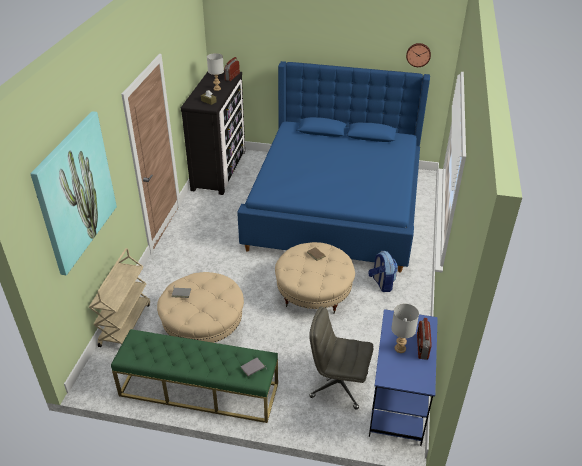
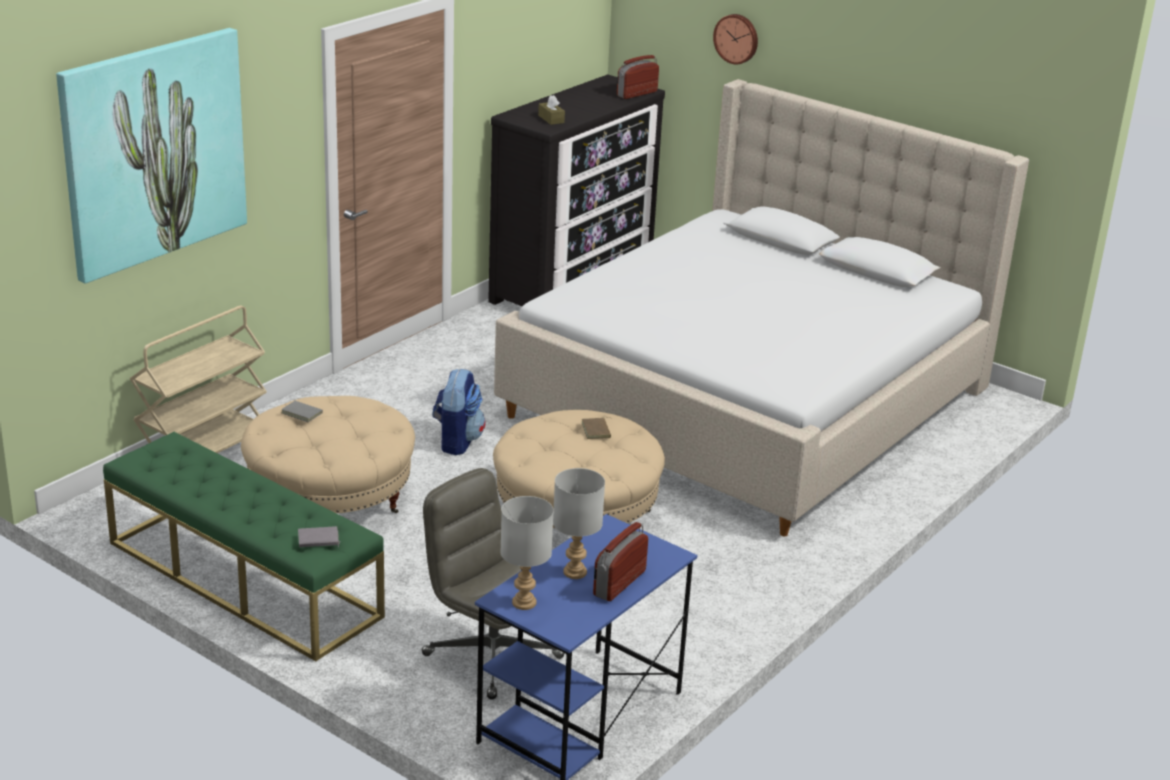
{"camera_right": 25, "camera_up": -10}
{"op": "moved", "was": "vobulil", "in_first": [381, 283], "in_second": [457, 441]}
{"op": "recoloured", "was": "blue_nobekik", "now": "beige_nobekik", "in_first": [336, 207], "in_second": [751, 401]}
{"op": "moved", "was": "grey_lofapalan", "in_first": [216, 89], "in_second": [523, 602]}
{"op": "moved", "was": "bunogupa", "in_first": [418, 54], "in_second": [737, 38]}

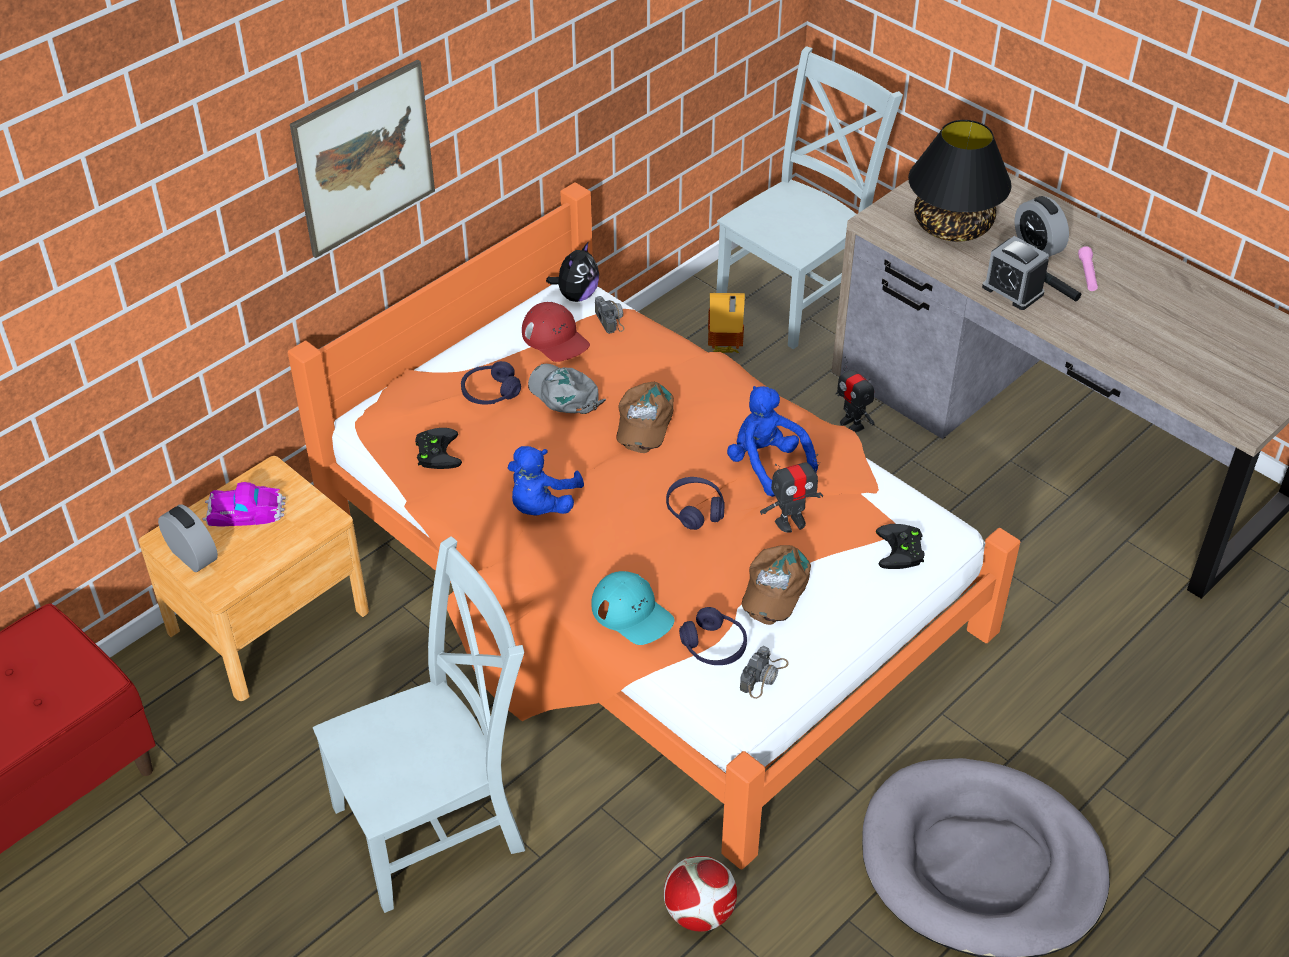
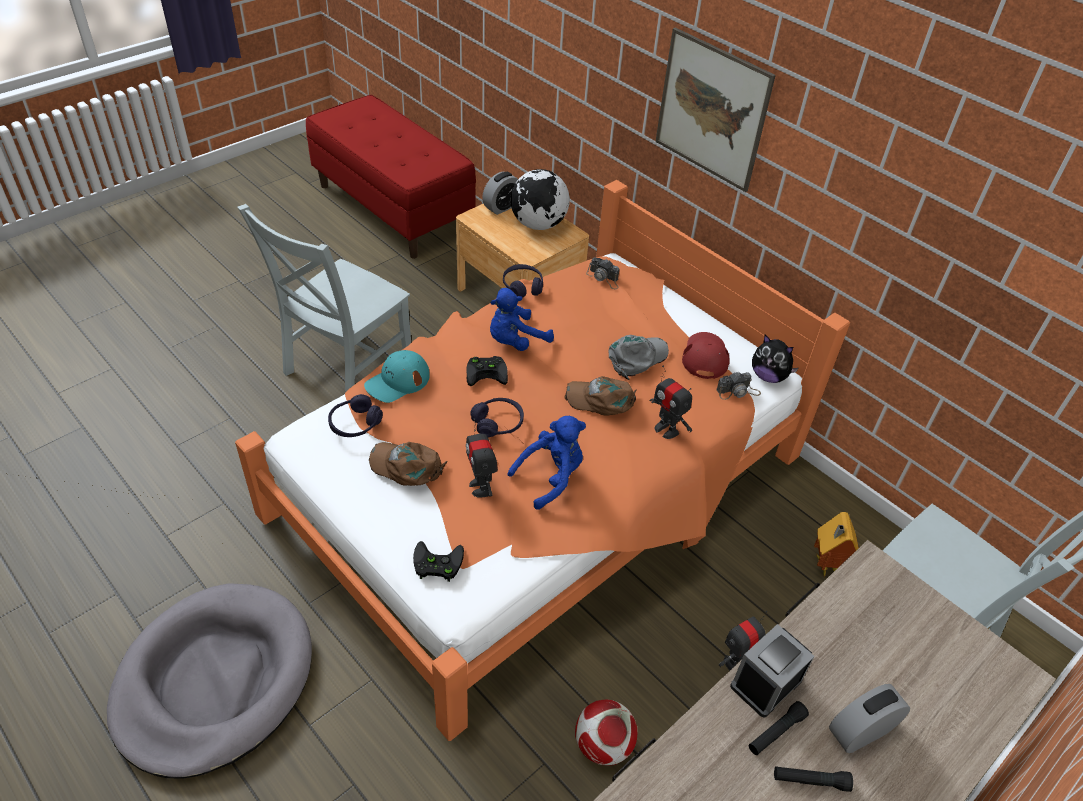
{"camera_right": 90, "camera_up": 0}
{"op": "turned", "was": "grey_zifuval", "in_first": [436, 825], "in_second": [344, 369], "clockwise": 60}
{"op": "moved", "was": "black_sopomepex", "in_first": [436, 451], "in_second": [487, 372]}
{"op": "turned", "was": "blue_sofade", "in_first": [541, 505], "in_second": [515, 341], "clockwise": -60}
{"op": "moved", "was": "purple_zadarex", "in_first": [490, 392], "in_second": [522, 287]}
{"op": "replaced", "was": "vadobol", "now": "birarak", "in_first": [244, 511], "in_second": [538, 225]}
{"op": "moved", "was": "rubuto", "in_first": [699, 912], "in_second": [602, 745]}
{"op": "moved", "was": "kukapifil", "in_first": [764, 676], "in_second": [603, 278]}
{"op": "added", "now": "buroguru", "in_second": [666, 429]}
{"op": "turned", "was": "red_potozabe", "in_first": [555, 338], "in_second": [705, 356], "clockwise": 135}
{"op": "recoloured", "was": "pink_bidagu", "now": "black_bidagu", "in_first": [1087, 274], "in_second": [810, 781]}
{"op": "removed", "was": "black_lofapalan", "in_first": [953, 226]}

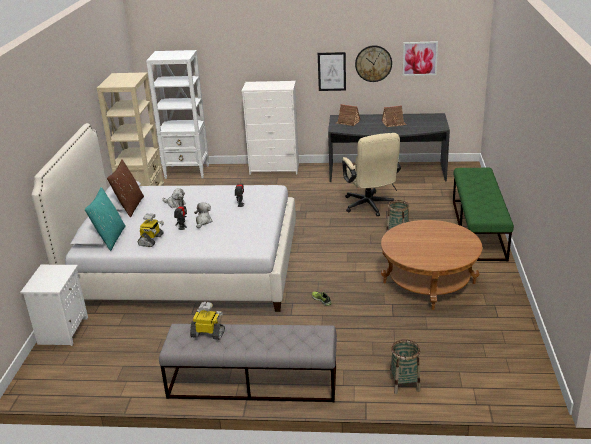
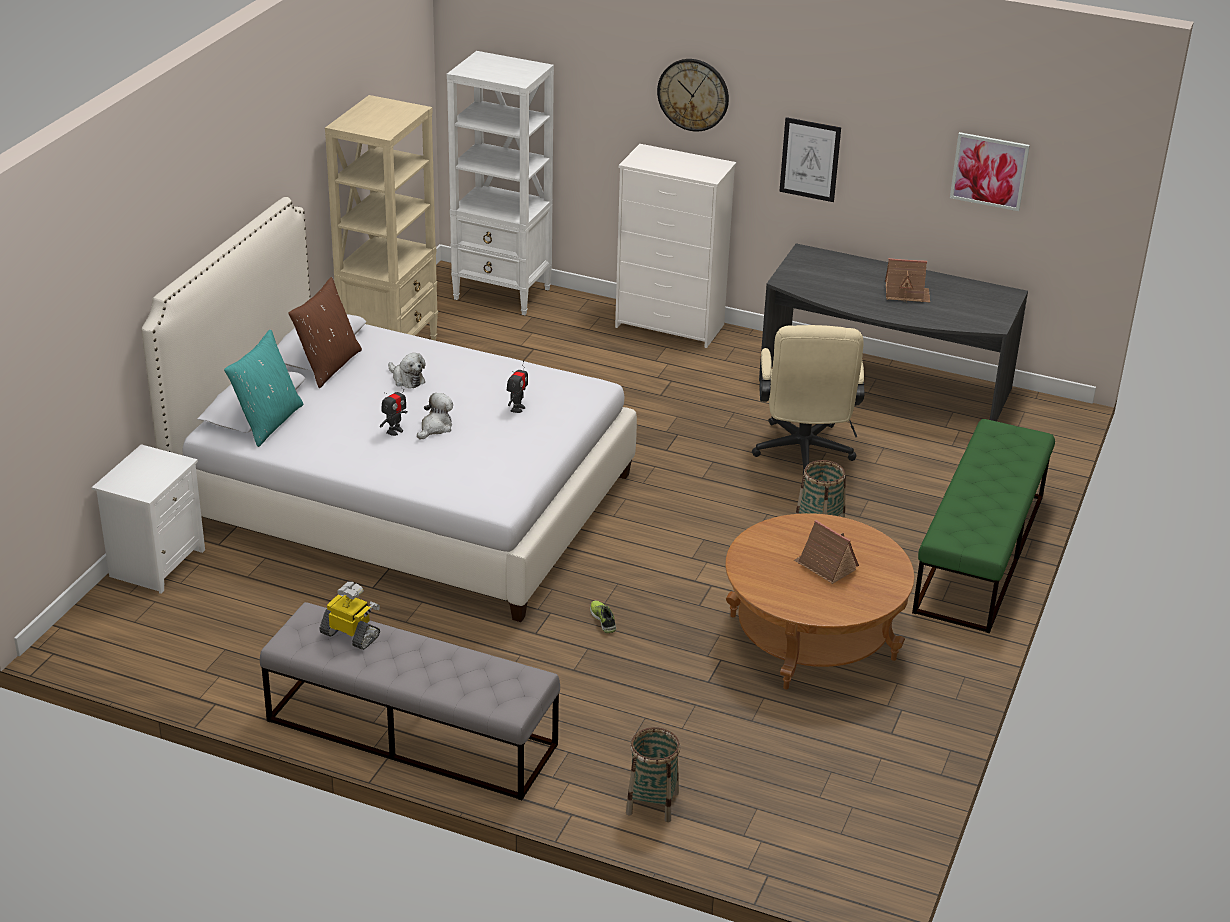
{"camera_right": 15, "camera_up": 5}
{"op": "moved", "was": "bunogupa", "in_first": [373, 63], "in_second": [693, 94]}
{"op": "moved", "was": "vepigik", "in_first": [347, 122], "in_second": [825, 566]}
{"op": "removed", "was": "buroguru", "in_first": [151, 240]}

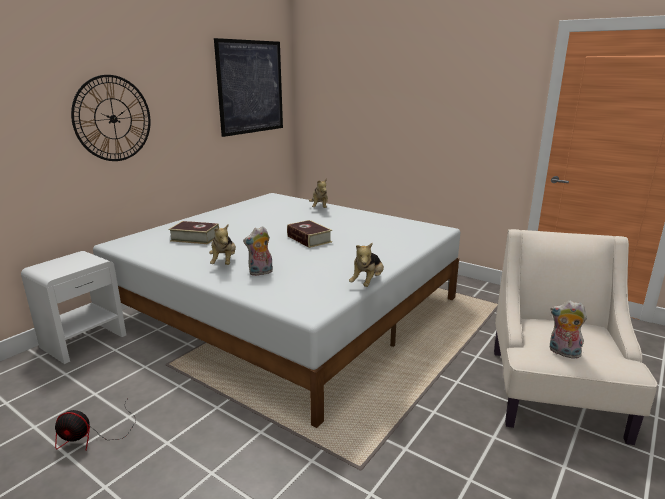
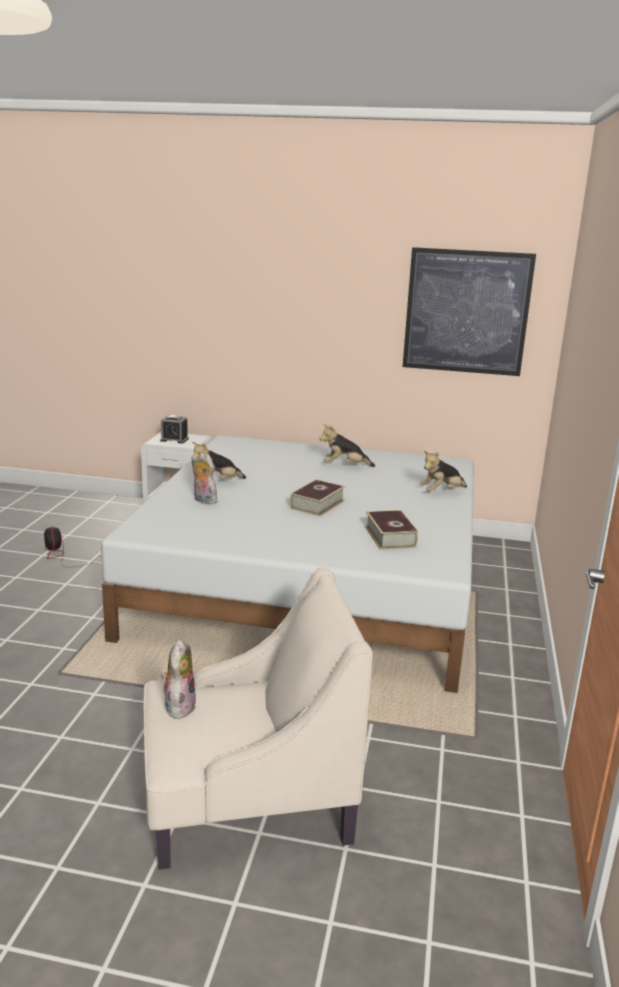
{"camera_right": 65, "camera_up": 0}
{"op": "added", "now": "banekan", "in_second": [174, 439]}
{"op": "moved", "was": "sofade", "in_first": [367, 282], "in_second": [344, 466]}
{"op": "moved", "was": "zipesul", "in_first": [195, 238], "in_second": [390, 537]}
{"op": "removed", "was": "bunogupa", "in_first": [113, 118]}

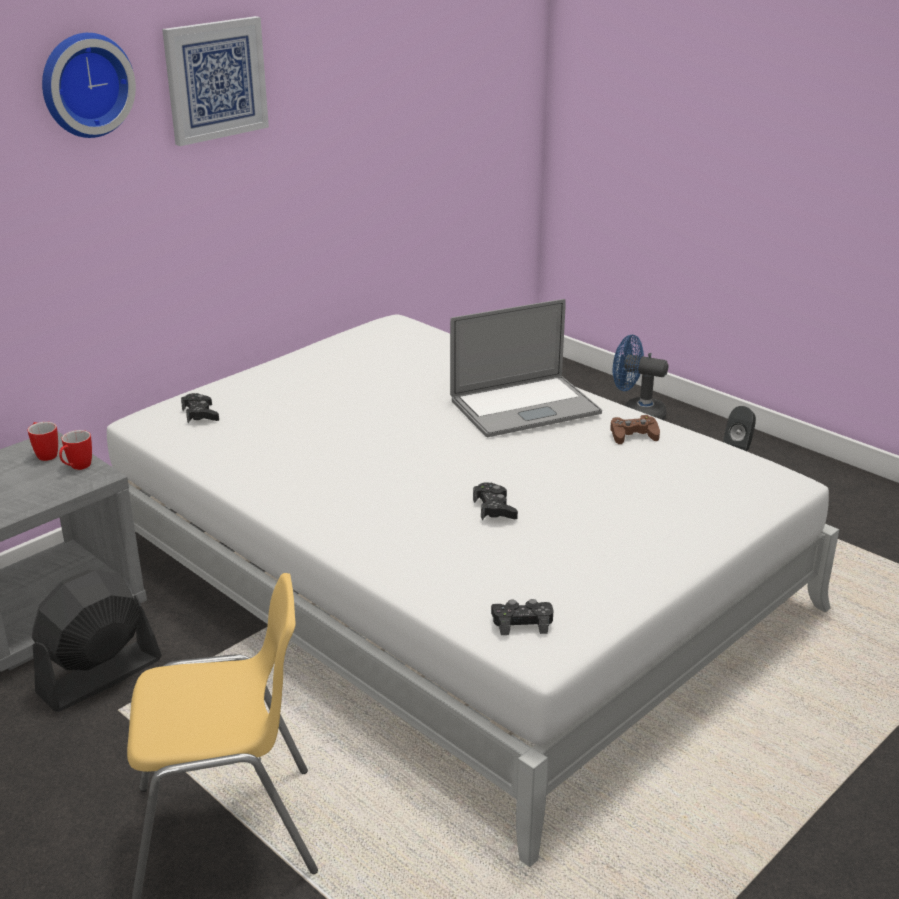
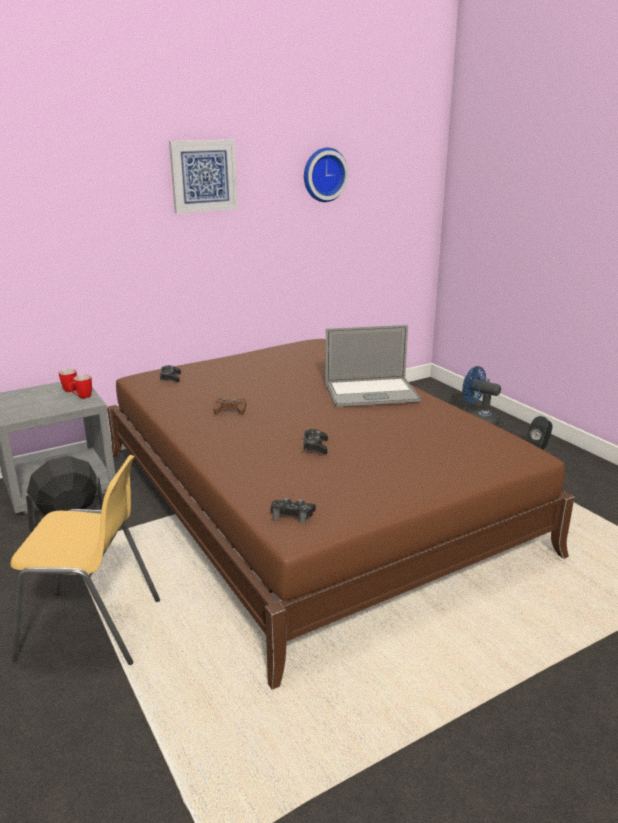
{"camera_right": 15, "camera_up": -5}
{"op": "recoloured", "was": "white_nobekik", "now": "brown_nobekik", "in_first": [450, 577], "in_second": [309, 499]}
{"op": "moved", "was": "brown_sopomepex", "in_first": [633, 435], "in_second": [230, 410]}
{"op": "moved", "was": "bunogupa", "in_first": [85, 84], "in_second": [323, 174]}

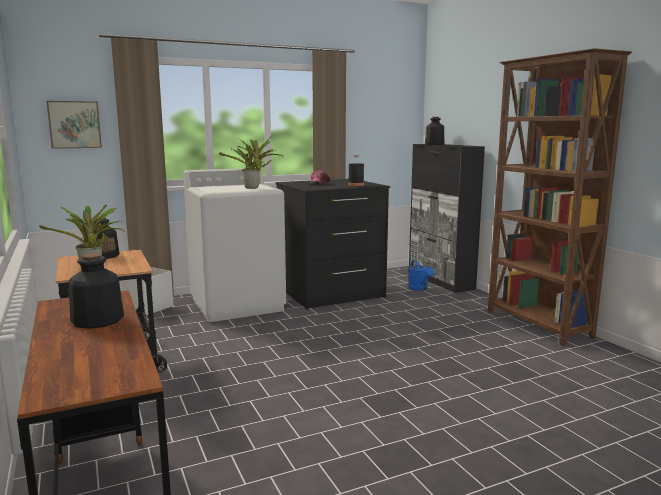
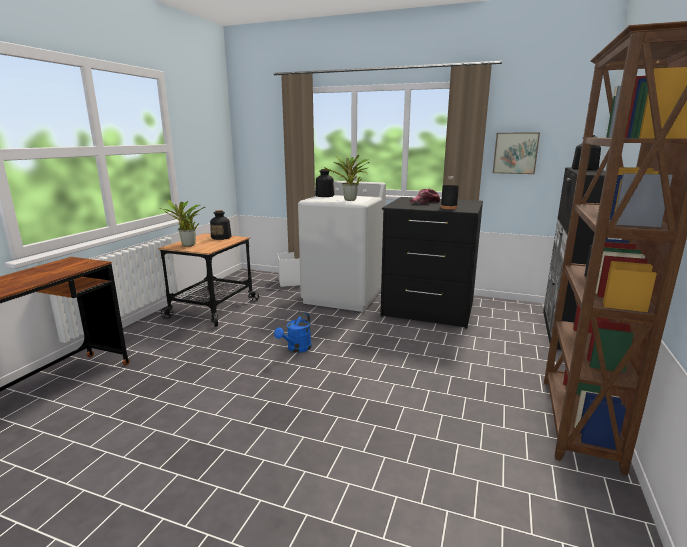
{"camera_right": 45, "camera_up": 5}
{"op": "moved", "was": "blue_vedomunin", "in_first": [419, 289], "in_second": [296, 349]}
{"op": "moved", "was": "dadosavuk", "in_first": [97, 320], "in_second": [324, 196]}
{"op": "moved", "was": "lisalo", "in_first": [74, 124], "in_second": [515, 153]}

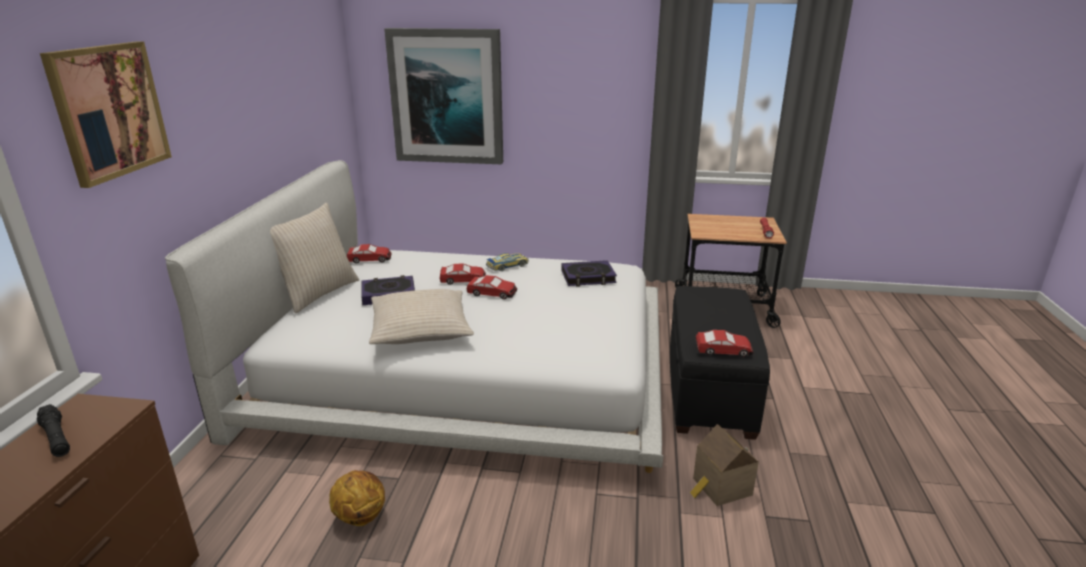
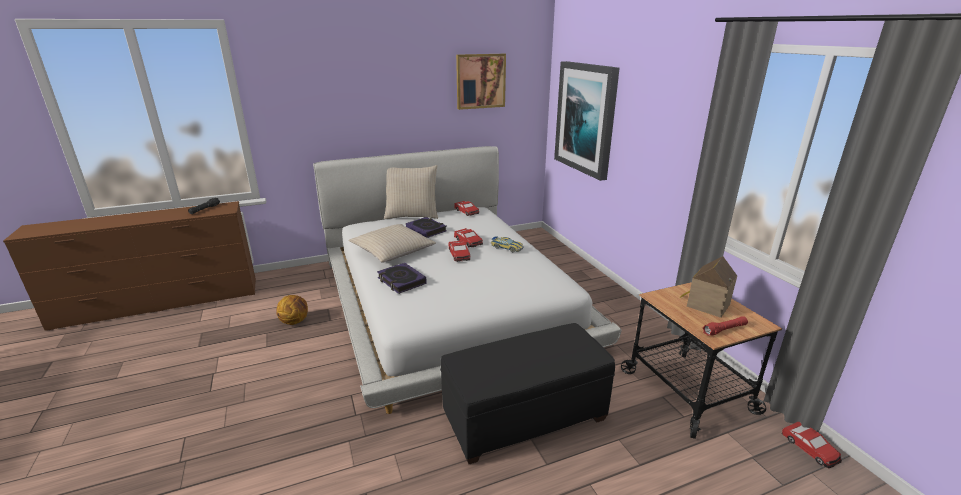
{"camera_right": 60, "camera_up": 0}
{"op": "moved", "was": "zipesul", "in_first": [588, 277], "in_second": [401, 281]}
{"op": "moved", "was": "lisalo", "in_first": [109, 111], "in_second": [480, 81]}
{"op": "moved", "was": "vepigik", "in_first": [720, 488], "in_second": [705, 304]}
{"op": "moved", "was": "vadobol", "in_first": [723, 350], "in_second": [810, 449]}

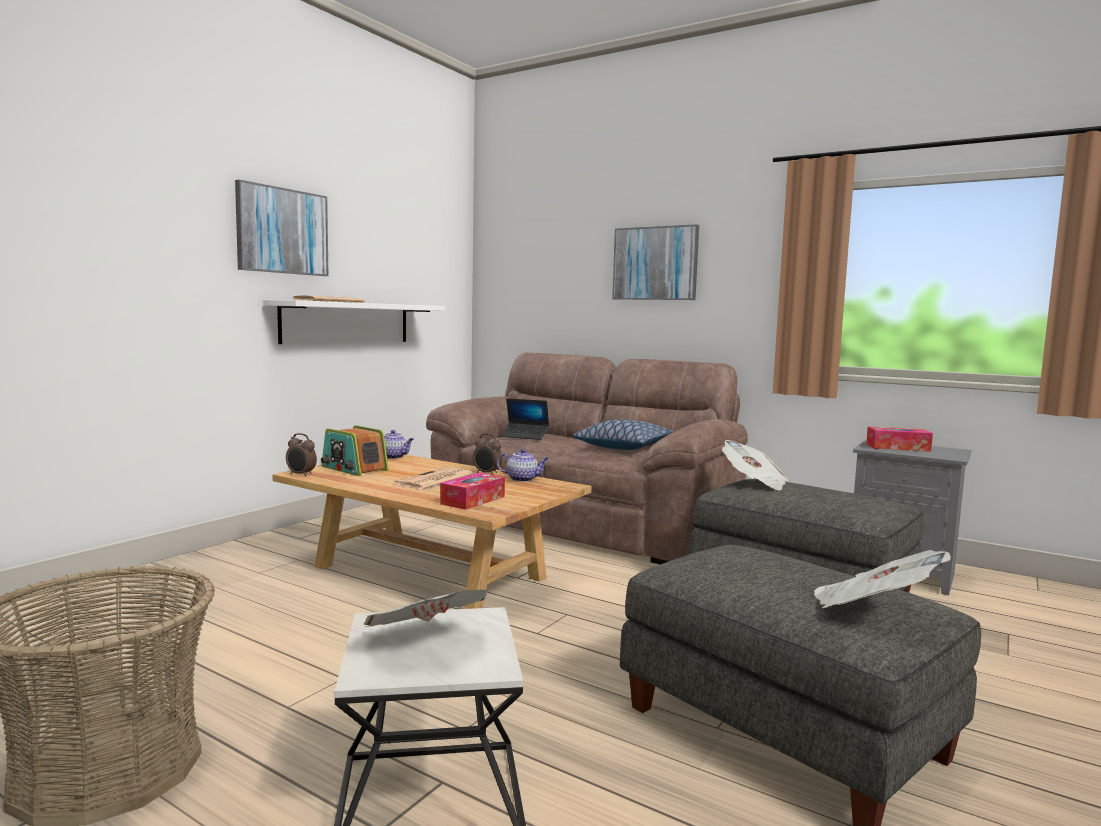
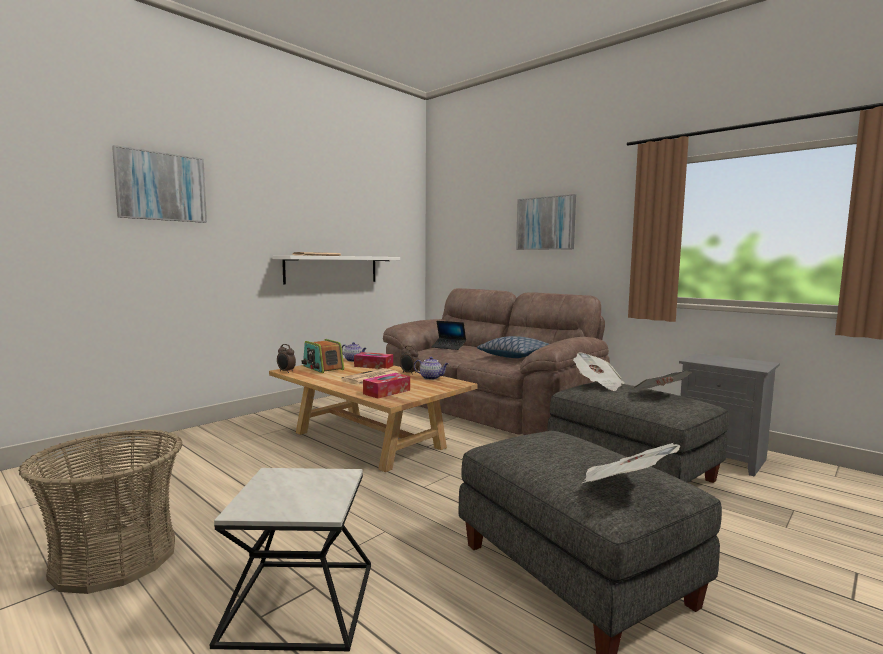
{"camera_right": 10, "camera_up": 0}
{"op": "moved", "was": "lisalo", "in_first": [282, 231], "in_second": [161, 186]}
{"op": "moved", "was": "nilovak", "in_first": [897, 447], "in_second": [373, 366]}
{"op": "moved", "was": "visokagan", "in_first": [425, 642], "in_second": [659, 395]}

